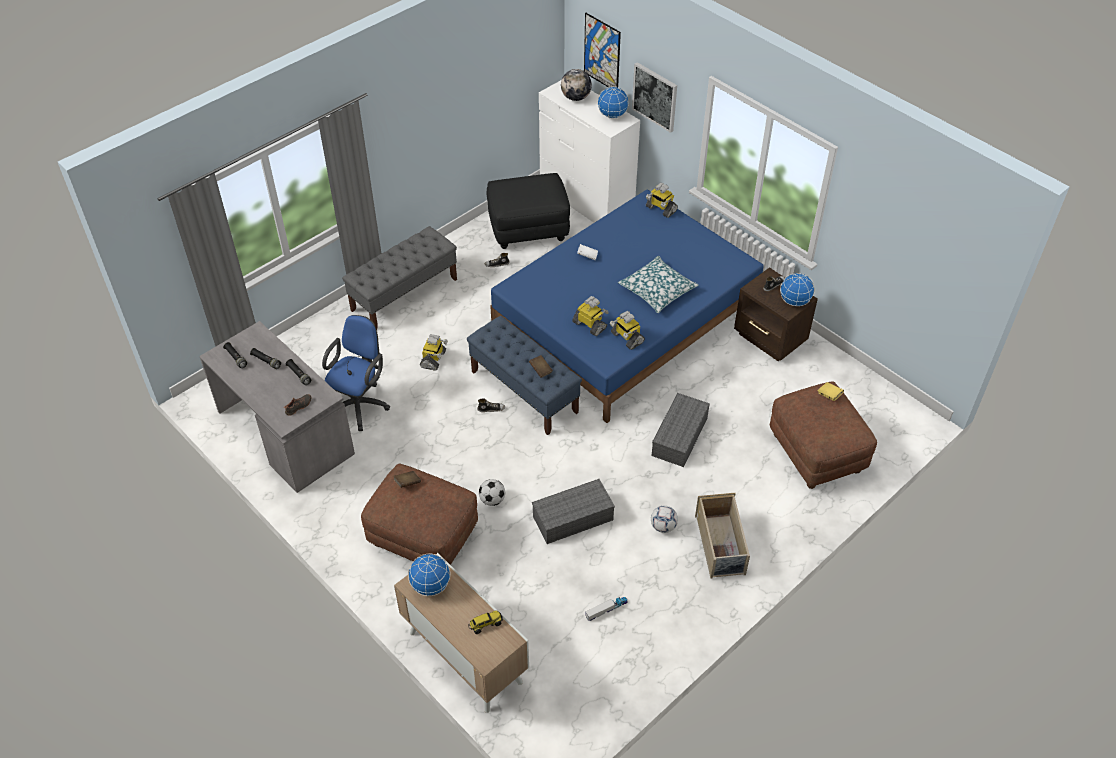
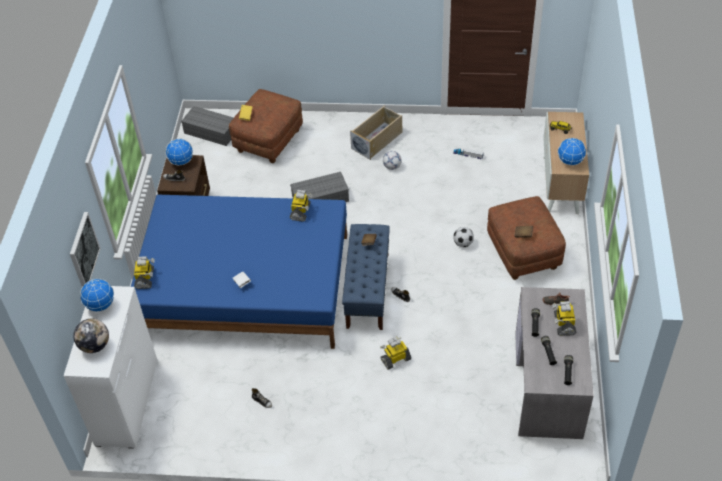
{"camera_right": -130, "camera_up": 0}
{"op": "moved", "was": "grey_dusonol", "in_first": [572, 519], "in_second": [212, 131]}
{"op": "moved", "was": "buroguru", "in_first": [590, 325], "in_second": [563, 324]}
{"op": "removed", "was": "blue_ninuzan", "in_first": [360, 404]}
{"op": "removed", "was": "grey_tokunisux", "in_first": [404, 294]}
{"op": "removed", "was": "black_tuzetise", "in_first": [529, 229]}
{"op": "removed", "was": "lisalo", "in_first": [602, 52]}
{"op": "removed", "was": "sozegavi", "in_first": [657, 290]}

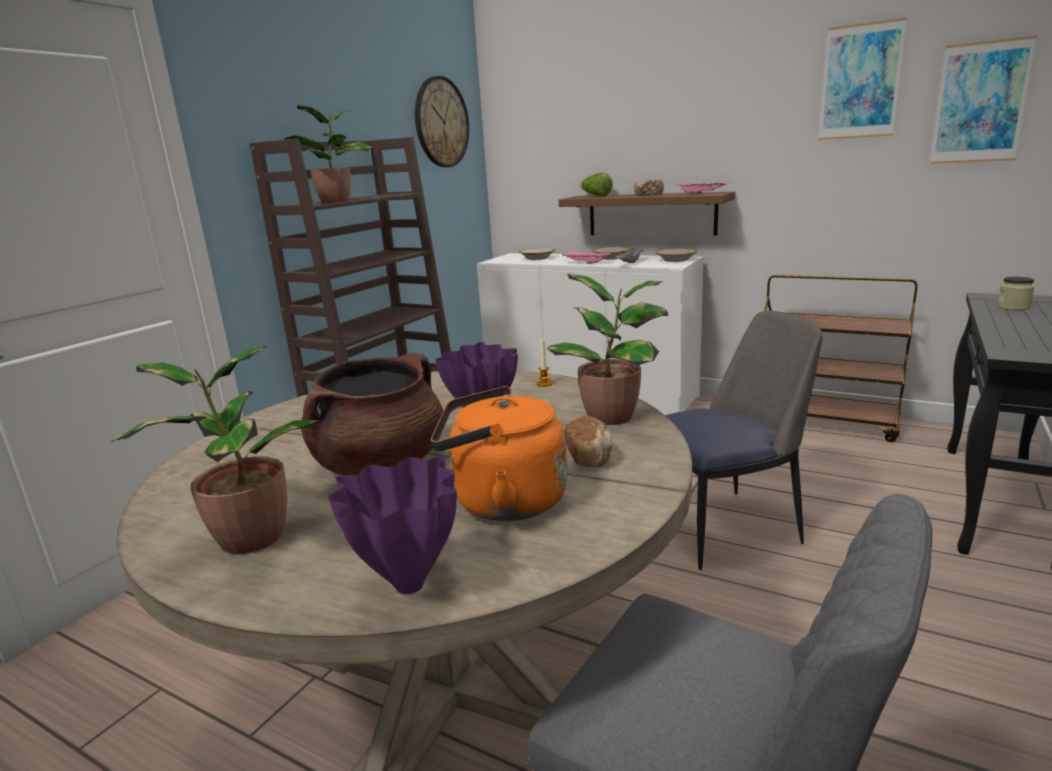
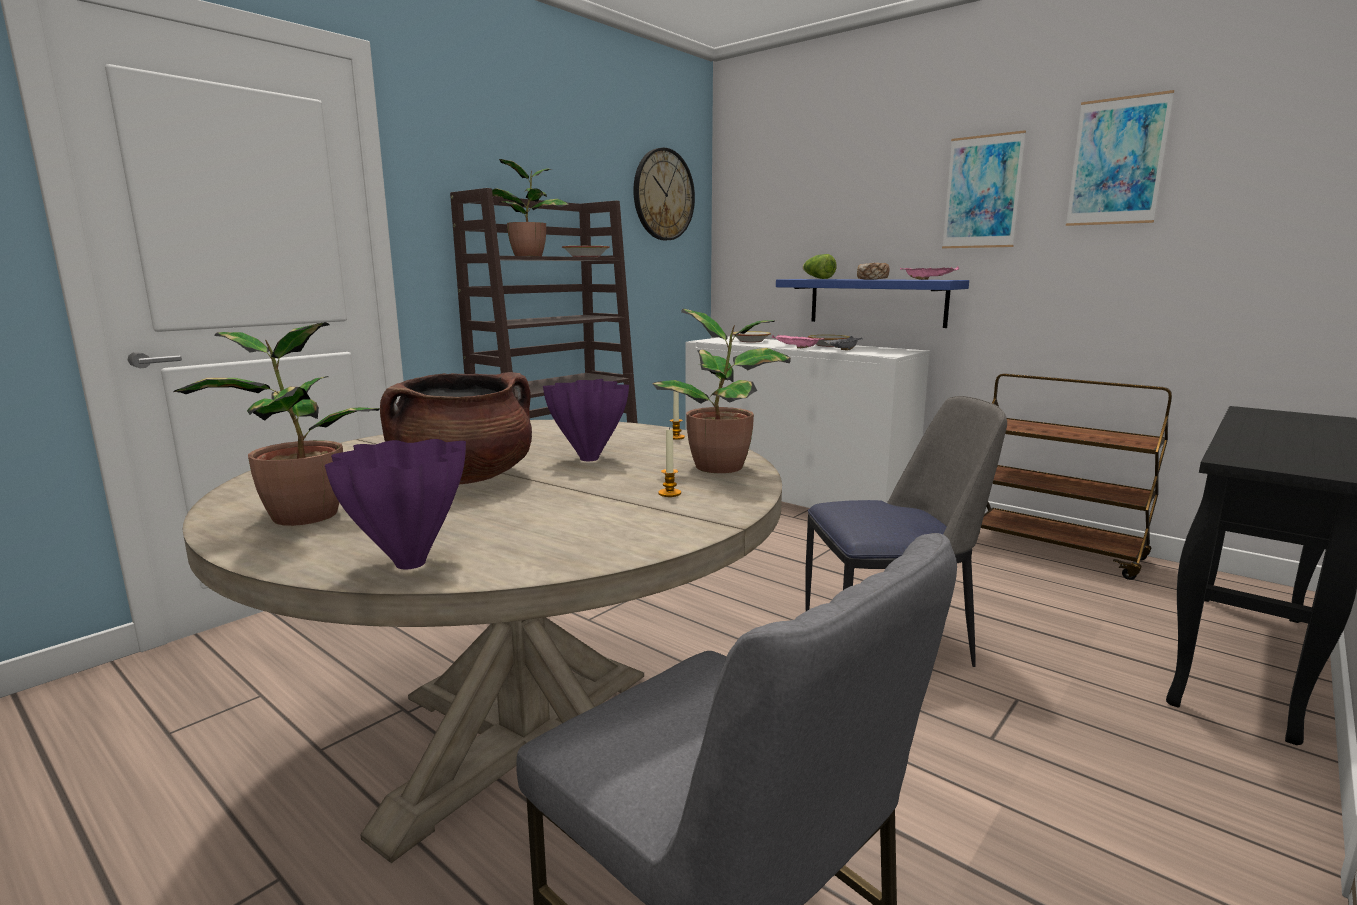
{"camera_right": 10, "camera_up": -5}
{"op": "moved", "was": "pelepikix", "in_first": [675, 260], "in_second": [586, 257]}
{"op": "replaced", "was": "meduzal", "now": "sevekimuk", "in_first": [590, 456], "in_second": [669, 493]}
{"op": "recoloured", "was": "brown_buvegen", "now": "blue_buvegen", "in_first": [651, 214], "in_second": [876, 302]}
{"op": "moved", "was": "lisalo", "in_first": [980, 103], "in_second": [982, 192]}
{"op": "removed", "was": "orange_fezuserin", "in_first": [502, 502]}
{"op": "removed", "was": "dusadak", "in_first": [1013, 307]}

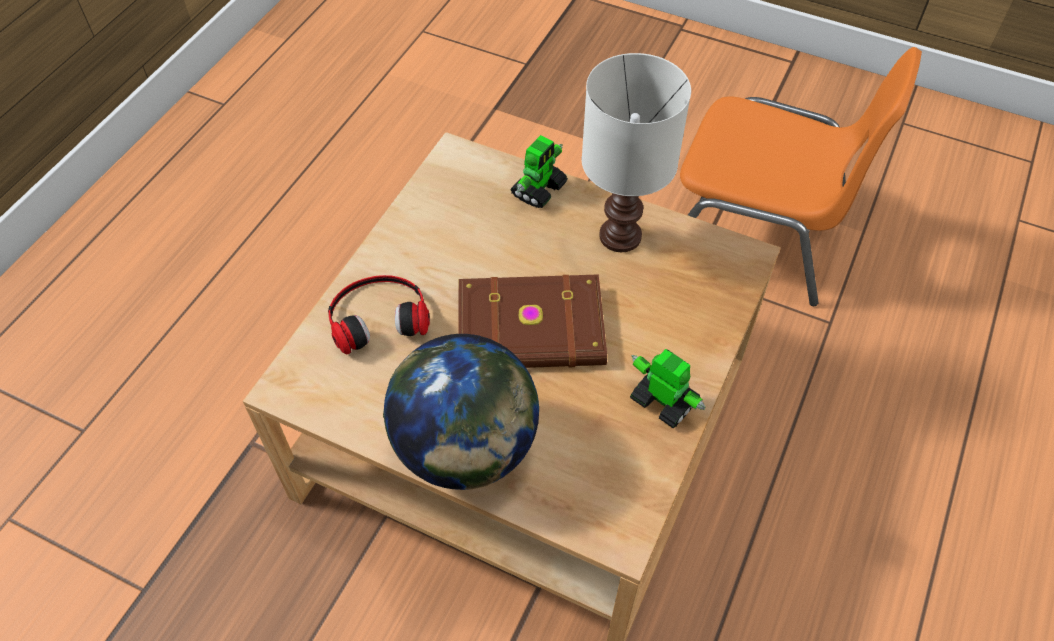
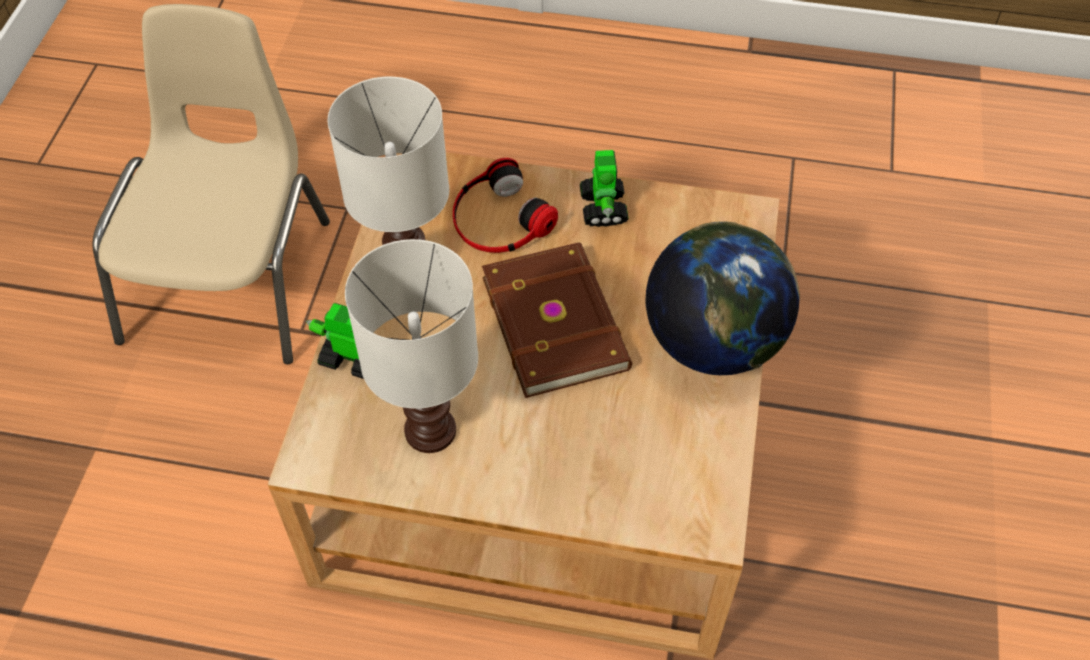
{"camera_right": -105, "camera_up": 0}
{"op": "recoloured", "was": "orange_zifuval", "now": "beige_zifuval", "in_first": [757, 233], "in_second": [232, 278]}
{"op": "added", "now": "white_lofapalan", "in_second": [428, 432]}
{"op": "moved", "was": "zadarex", "in_first": [378, 315], "in_second": [499, 219]}
{"op": "turned", "was": "buroguru", "in_first": [663, 401], "in_second": [603, 207], "clockwise": 150}

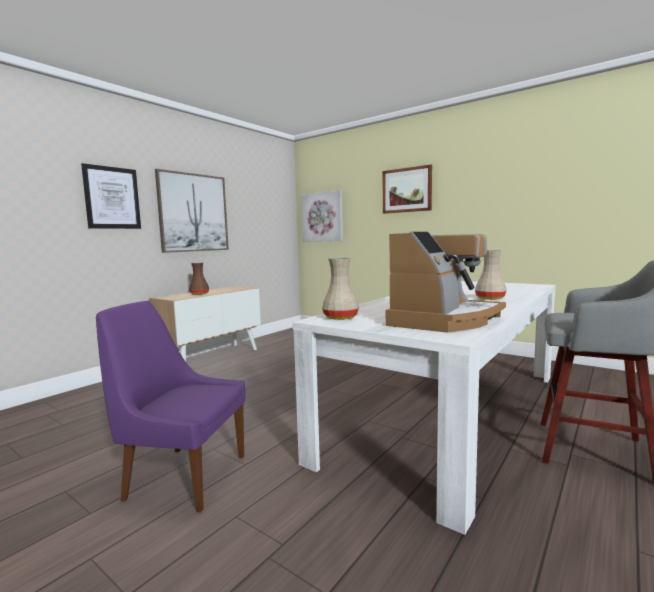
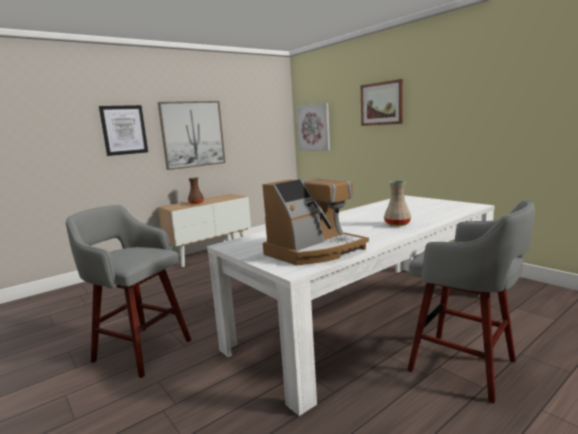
{"camera_right": 15, "camera_up": 5}
{"op": "replaced", "was": "purple_zifuval", "now": "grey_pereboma", "in_first": [183, 476], "in_second": [140, 350]}
{"op": "removed", "was": "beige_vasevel", "in_first": [340, 318]}

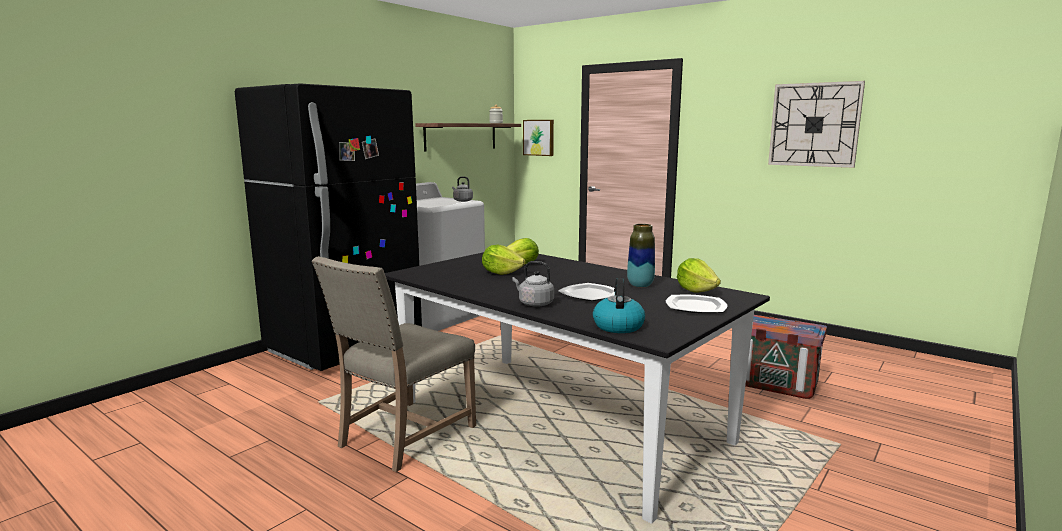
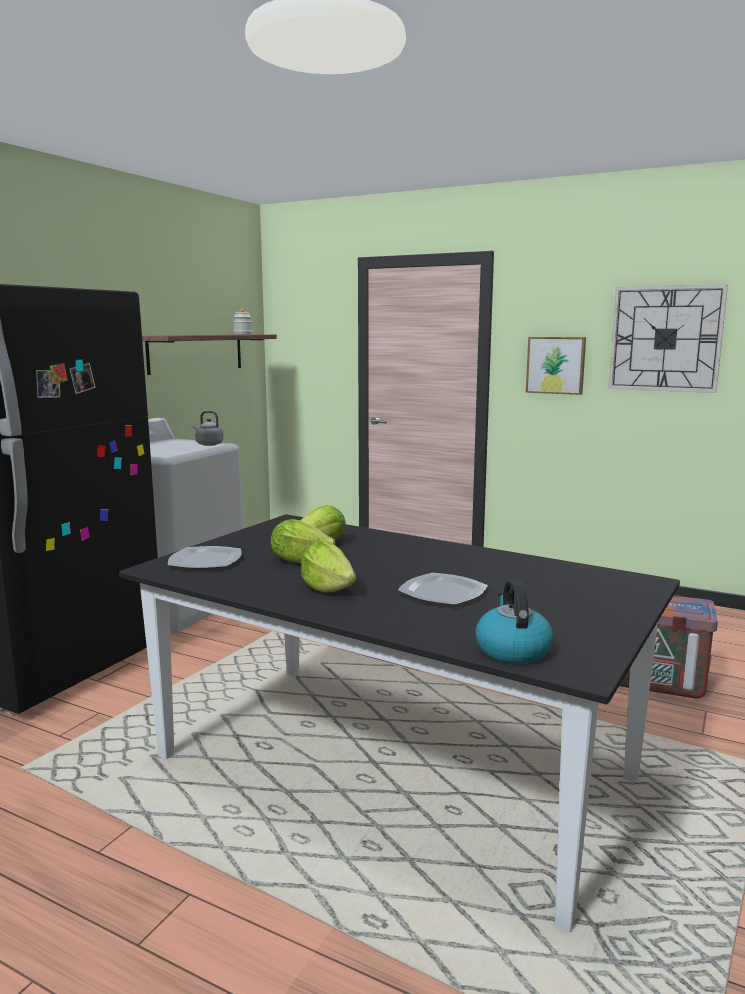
{"camera_right": -10, "camera_up": 0}
{"op": "moved", "was": "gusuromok", "in_first": [696, 306], "in_second": [206, 560]}
{"op": "moved", "was": "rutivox", "in_first": [696, 290], "in_second": [328, 588]}
{"op": "moved", "was": "lisalo", "in_first": [539, 137], "in_second": [556, 365]}
{"op": "removed", "was": "beige_zifuval", "in_first": [403, 437]}
{"op": "removed", "was": "grey_fezuserin", "in_first": [534, 303]}
{"op": "removed", "was": "vasevel", "in_first": [640, 285]}

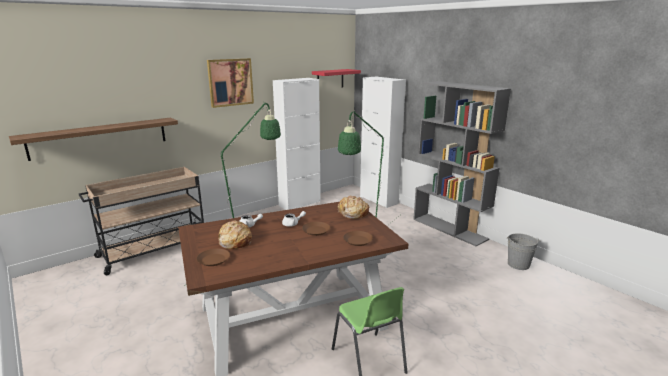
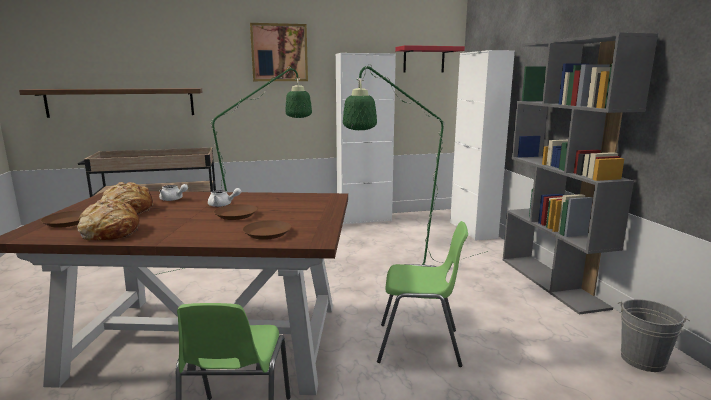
{"camera_right": 25, "camera_up": -5}
{"op": "moved", "was": "meduzal", "in_first": [352, 213], "in_second": [110, 232]}
{"op": "added", "now": "green_zifuval", "in_second": [419, 345]}

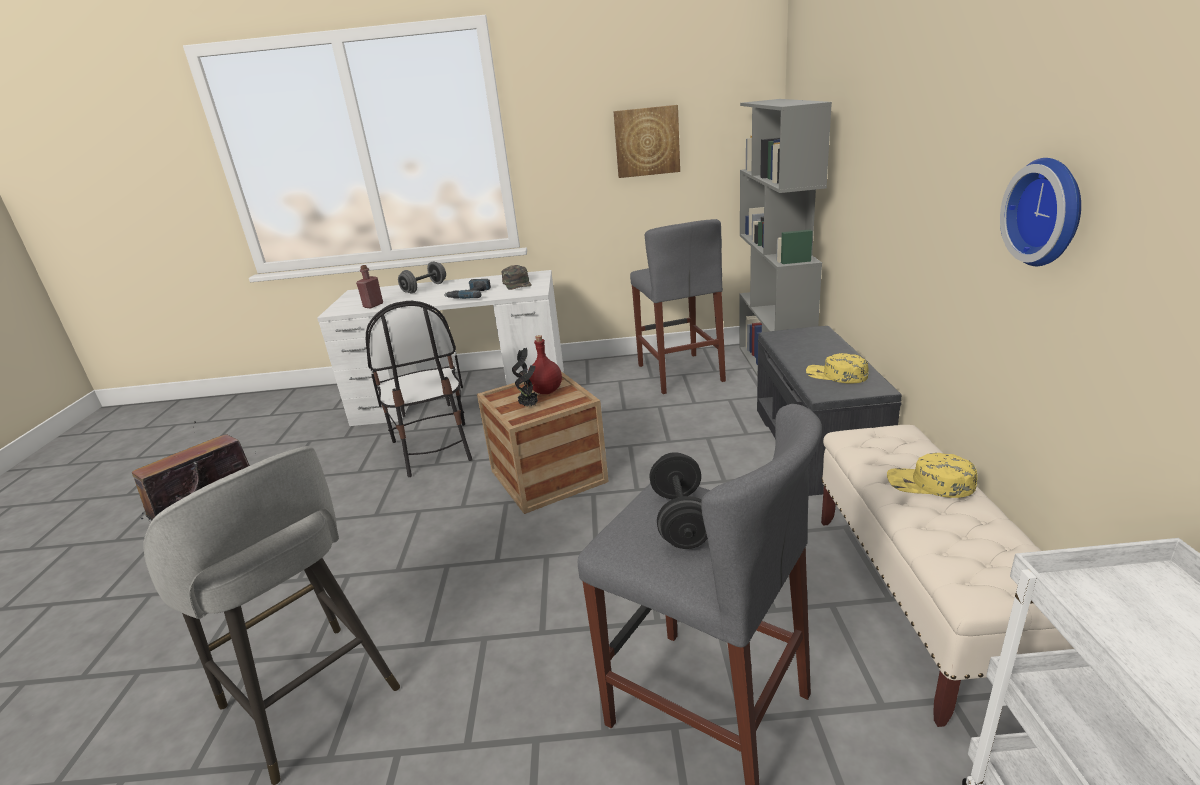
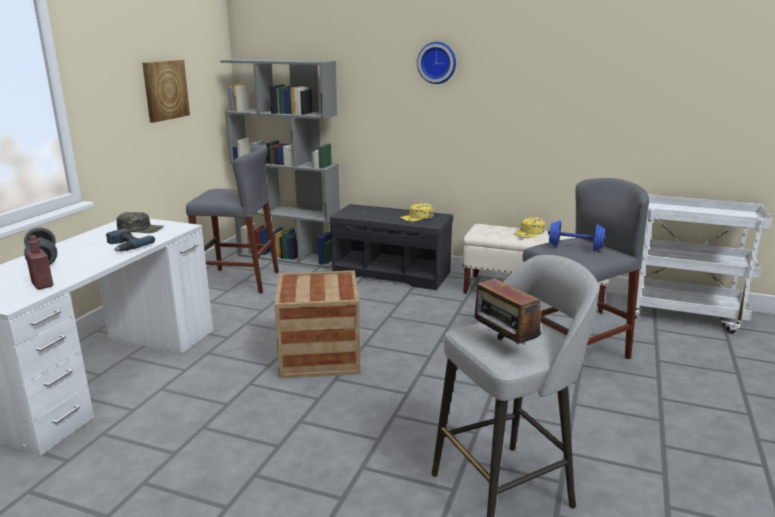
{"camera_right": -70, "camera_up": -5}
{"op": "moved", "was": "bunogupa", "in_first": [1049, 212], "in_second": [437, 62]}
{"op": "recoloured", "was": "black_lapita", "now": "blue_lapita", "in_first": [681, 519], "in_second": [575, 247]}
{"op": "removed", "was": "zifuval", "in_first": [433, 449]}
{"op": "removed", "was": "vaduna", "in_first": [529, 406]}
{"op": "removed", "was": "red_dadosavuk", "in_first": [545, 391]}

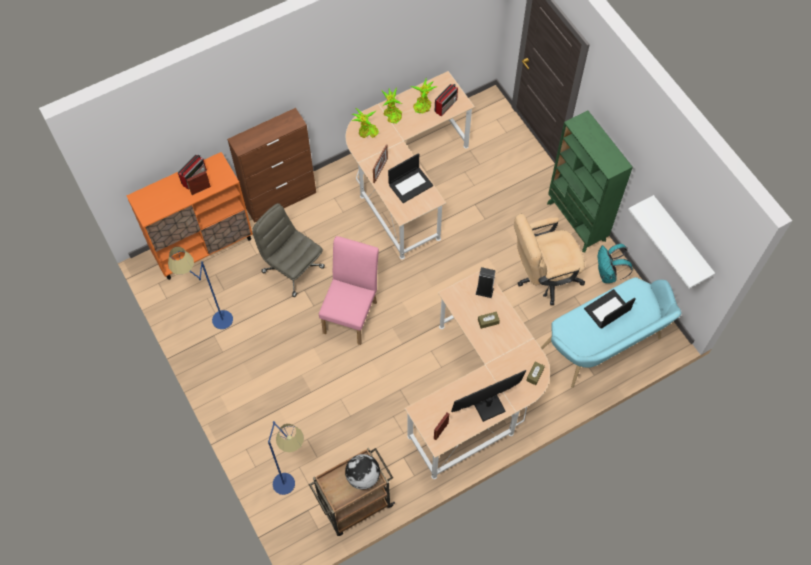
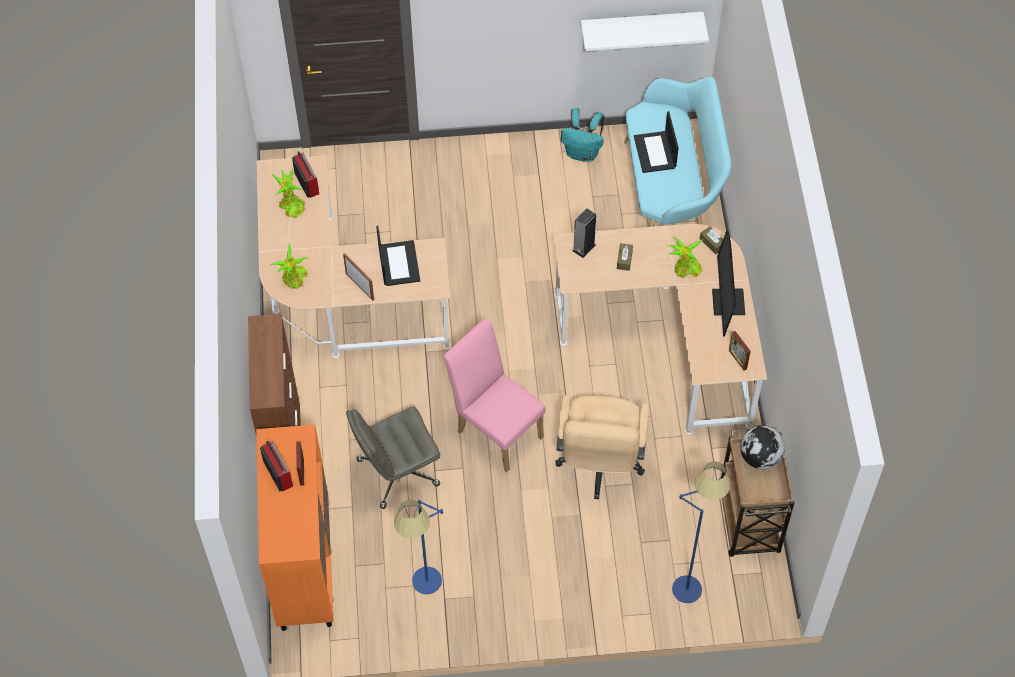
{"camera_right": -65, "camera_up": -5}
{"op": "moved", "was": "beige_ninuzan", "in_first": [543, 277], "in_second": [599, 465]}
{"op": "moved", "was": "vaduna", "in_first": [392, 114], "in_second": [685, 269]}
{"op": "removed", "was": "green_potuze", "in_first": [576, 222]}

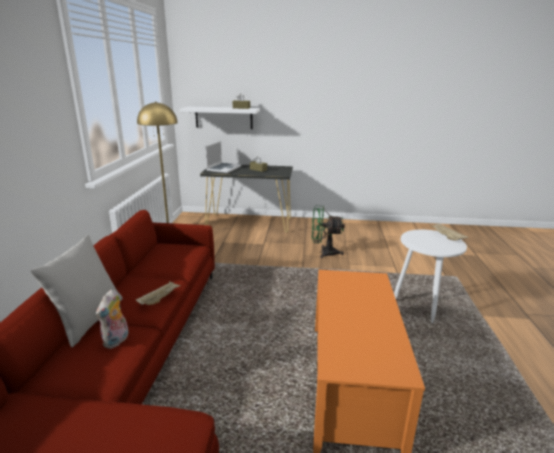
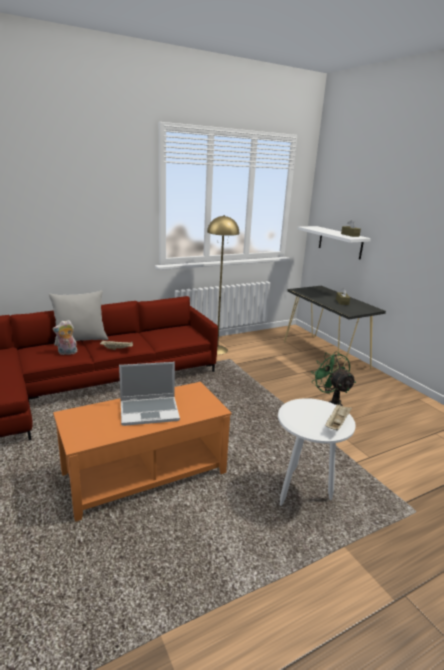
{"camera_right": 55, "camera_up": 0}
{"op": "moved", "was": "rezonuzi", "in_first": [223, 168], "in_second": [150, 411]}

